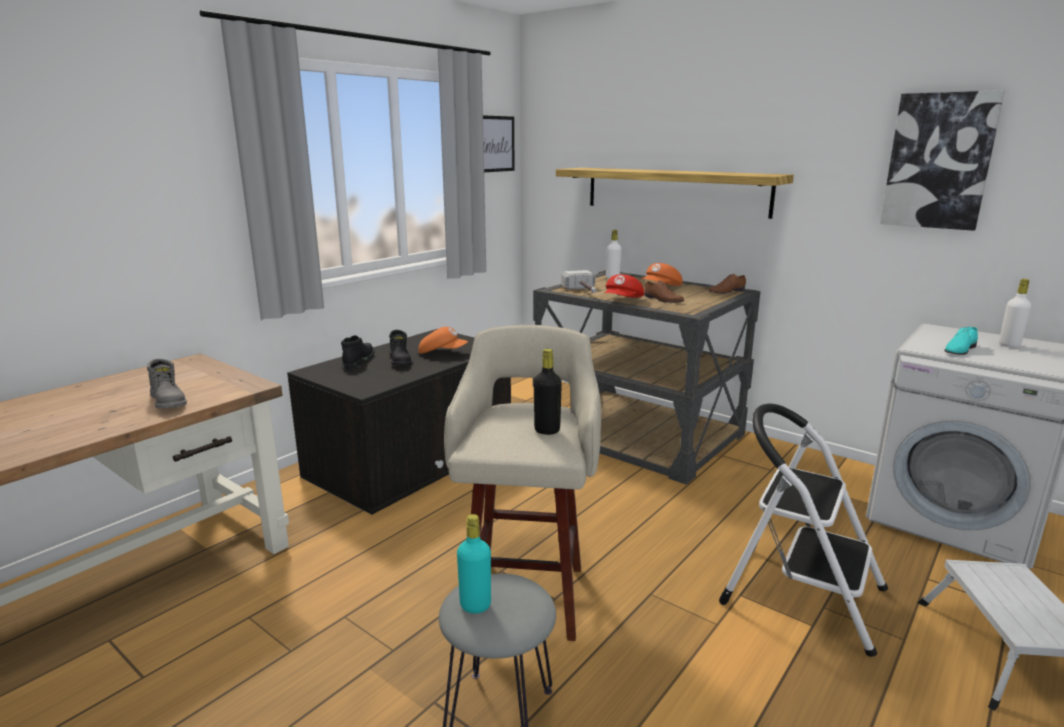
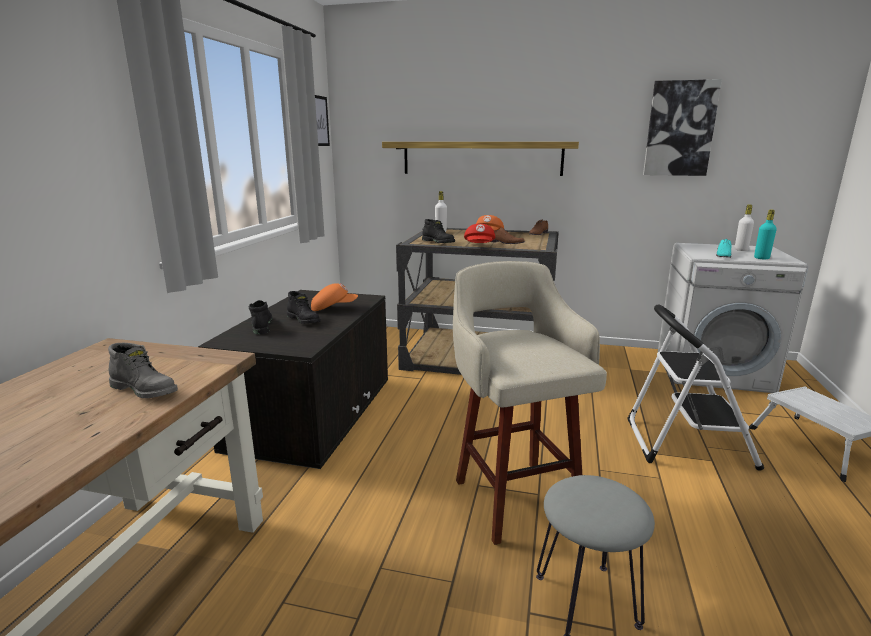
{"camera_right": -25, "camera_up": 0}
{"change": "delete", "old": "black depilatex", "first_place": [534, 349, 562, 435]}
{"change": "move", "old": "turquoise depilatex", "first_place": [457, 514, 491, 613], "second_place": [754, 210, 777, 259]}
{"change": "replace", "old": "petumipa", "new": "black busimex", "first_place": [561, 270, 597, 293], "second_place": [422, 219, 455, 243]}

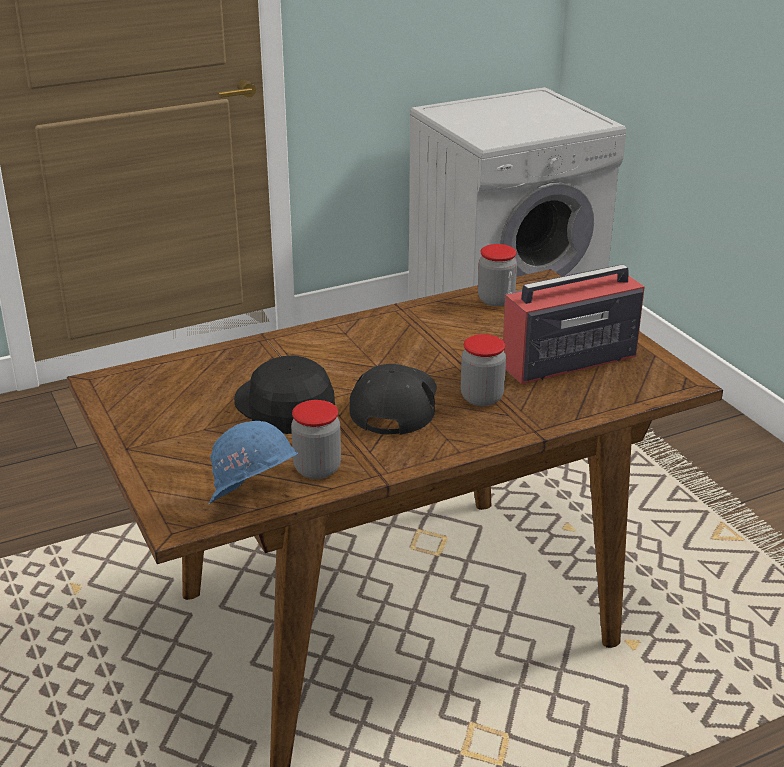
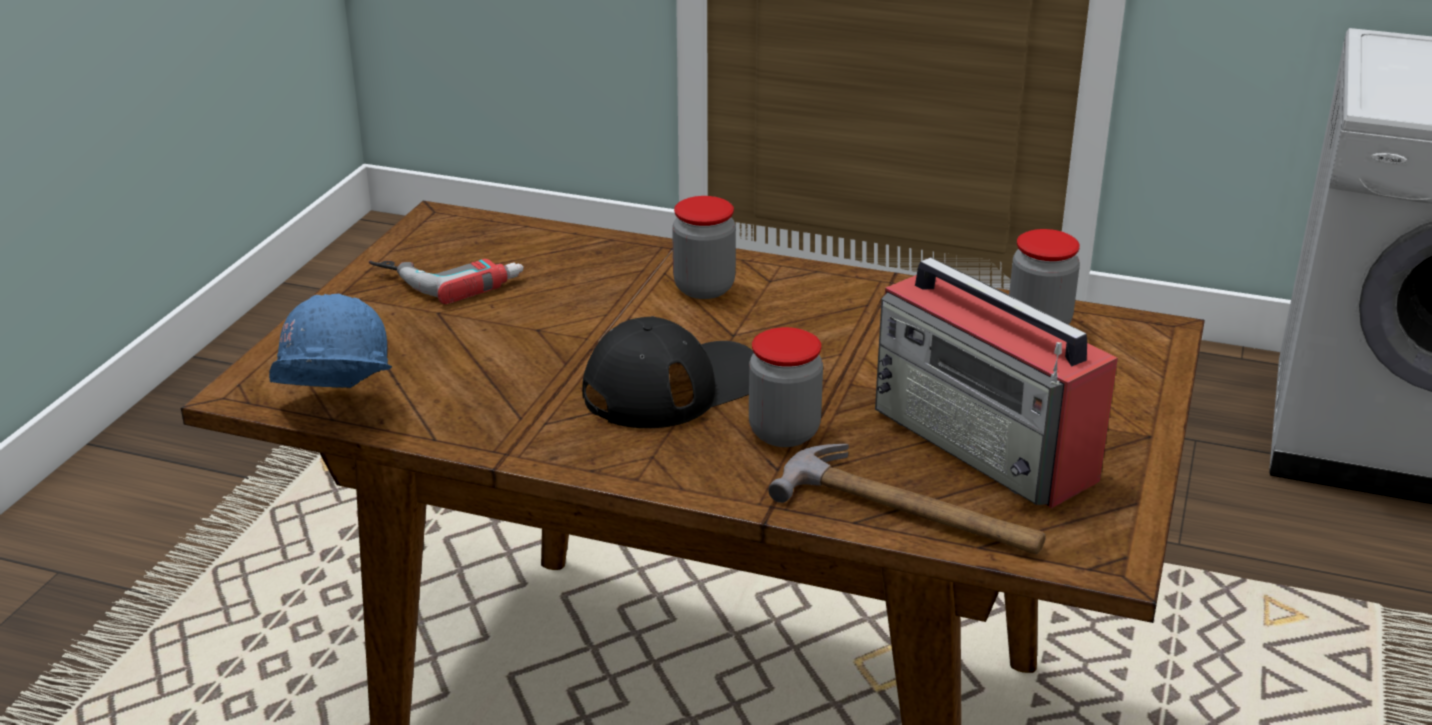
{"camera_right": 45, "camera_up": 0}
{"change": "delete", "old": "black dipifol", "first_place": [234, 355, 335, 434]}
{"change": "insert", "new": "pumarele", "second_place": [369, 259, 524, 304]}
{"change": "insert", "new": "petumipa", "second_place": [768, 444, 1046, 554]}
{"change": "move", "old": "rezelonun", "first_place": [291, 400, 341, 479], "second_place": [672, 196, 736, 299]}
{"change": "rotate", "old": "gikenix", "first_place": [503, 264, 645, 384], "second_place": [875, 257, 1118, 509], "degrees": -150}

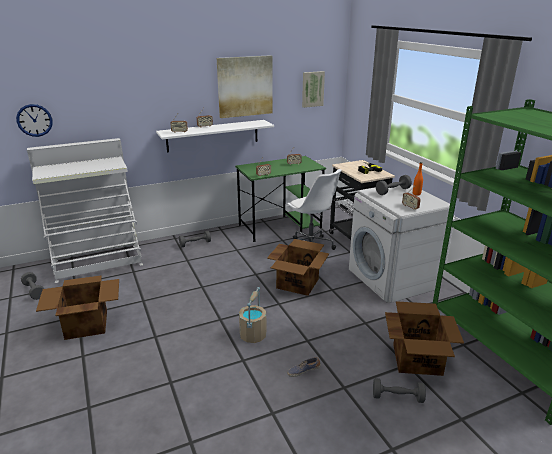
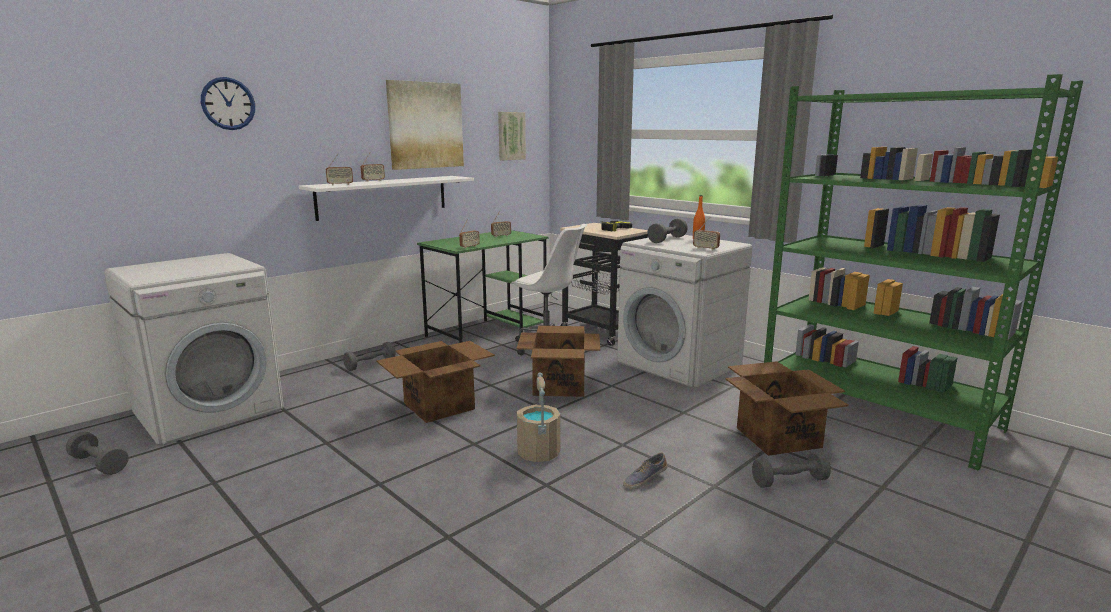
{"camera_right": -20, "camera_up": -10}
{"change": "move", "old": "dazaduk", "first_place": [16, 104, 53, 137], "second_place": [201, 77, 255, 130]}
{"change": "move", "old": "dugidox", "first_place": [36, 275, 119, 340], "second_place": [376, 341, 495, 423]}
{"change": "replace", "old": "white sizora", "new": "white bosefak", "first_place": [27, 138, 143, 283], "second_place": [104, 253, 284, 445]}

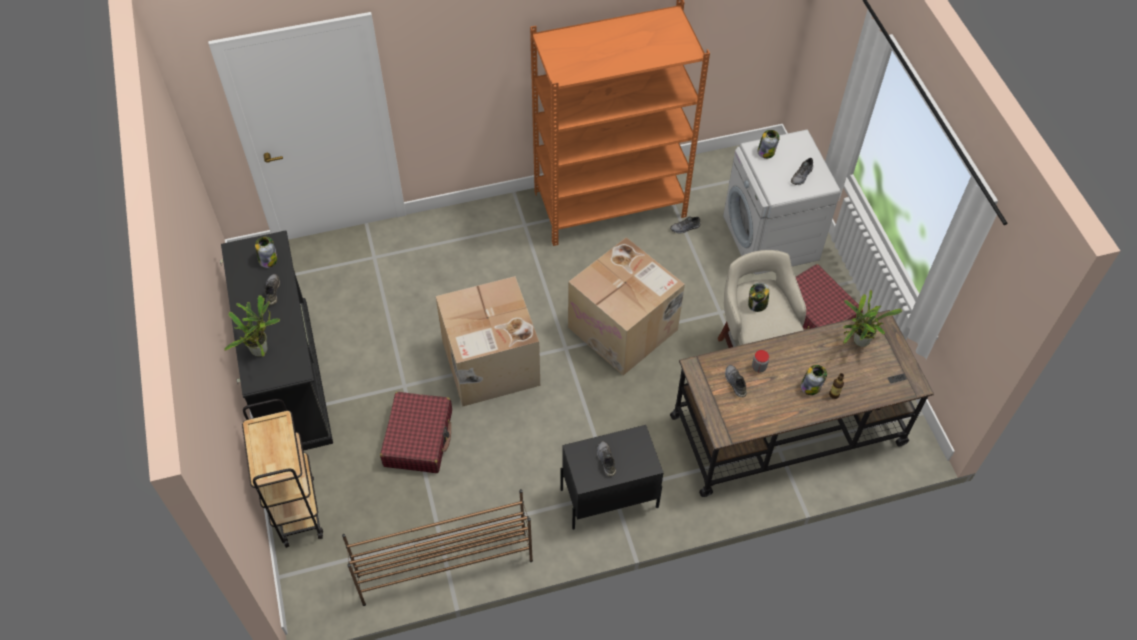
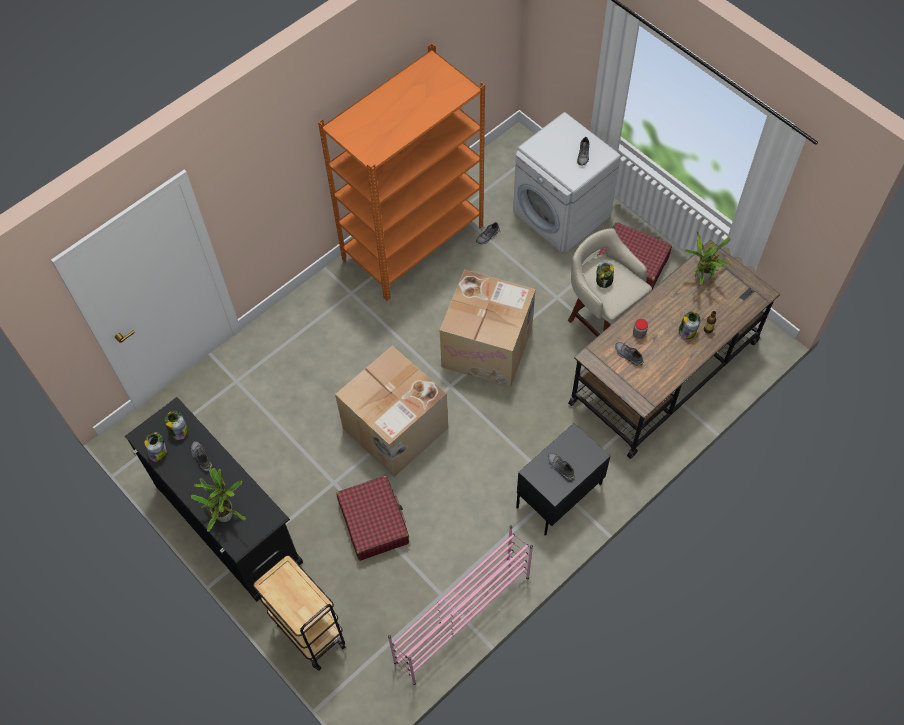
{"camera_right": -25, "camera_up": 5}
{"change": "move", "old": "rezelonun", "first_place": [757, 130, 780, 159], "second_place": [145, 432, 167, 462]}
{"change": "recolor", "old": "brown sizora", "new": "pink sizora", "first_place": [342, 489, 533, 606], "second_place": [388, 525, 533, 685]}

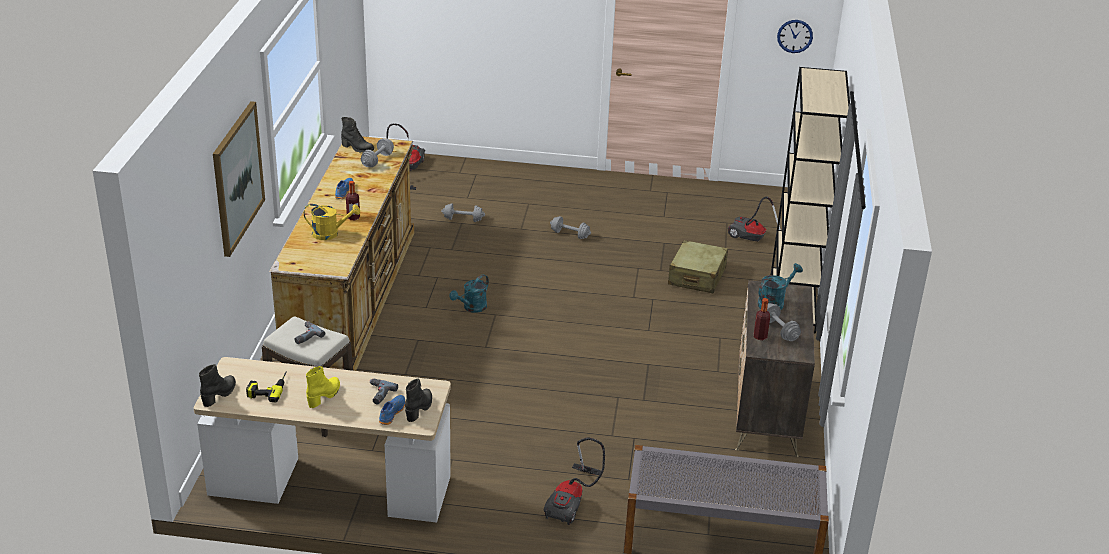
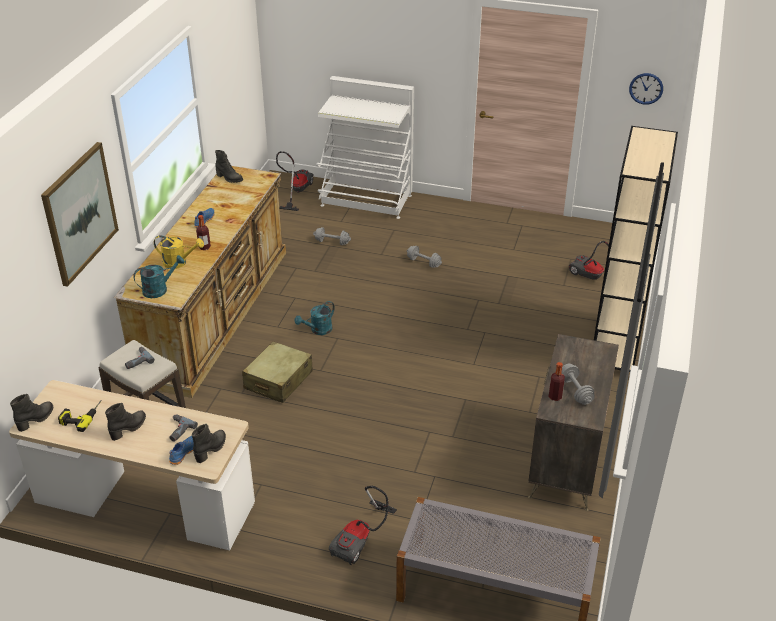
{"camera_right": 10, "camera_up": 5}
{"change": "delete", "old": "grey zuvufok", "first_place": [361, 139, 394, 167]}
{"change": "insert", "new": "white sizora", "second_place": [316, 76, 414, 219]}
{"change": "move", "old": "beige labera", "first_place": [668, 240, 728, 293], "second_place": [242, 341, 313, 403]}
{"change": "move", "old": "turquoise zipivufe", "first_place": [758, 263, 803, 310], "second_place": [133, 255, 185, 298]}
{"change": "recolor", "old": "yellow busimex", "new": "black busimex", "first_place": [306, 366, 340, 408], "second_place": [105, 403, 146, 441]}

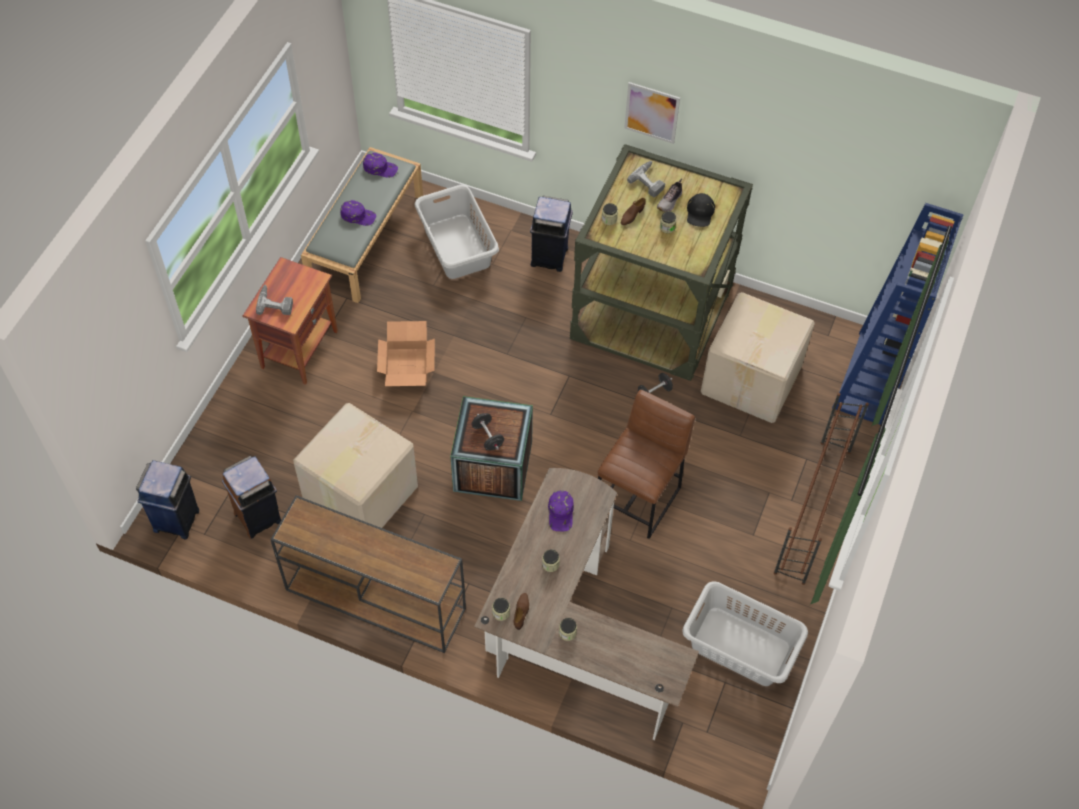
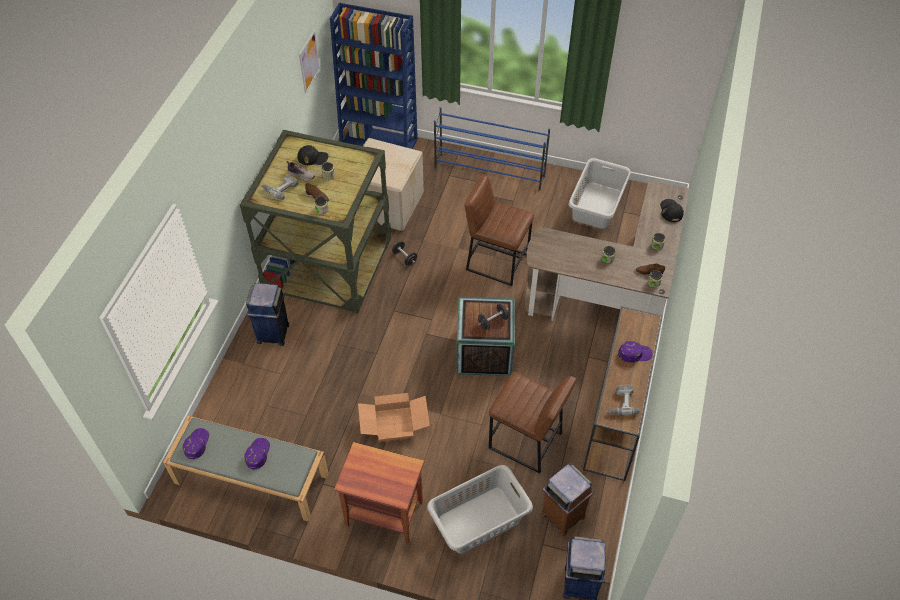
{"camera_right": -95, "camera_up": -5}
{"change": "insert", "new": "black dipifol", "second_place": [660, 199, 684, 222]}
{"change": "move", "old": "pumarele", "first_place": [256, 285, 293, 315], "second_place": [606, 385, 639, 415]}
{"change": "move", "old": "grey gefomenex", "first_place": [414, 185, 499, 279], "second_place": [427, 465, 533, 554]}
{"change": "move", "old": "purple dipifol", "first_place": [548, 490, 574, 532], "second_place": [618, 341, 653, 363]}
{"change": "move", "old": "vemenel", "first_place": [624, 82, 680, 144], "second_place": [299, 30, 320, 93]}
{"change": "replace", "old": "dugidox", "new": "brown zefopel", "first_place": [293, 403, 418, 528], "second_place": [489, 372, 576, 473]}
{"change": "recolor", "old": "brown sizora", "new": "blue sizora", "first_place": [774, 393, 869, 585], "second_place": [434, 107, 550, 191]}

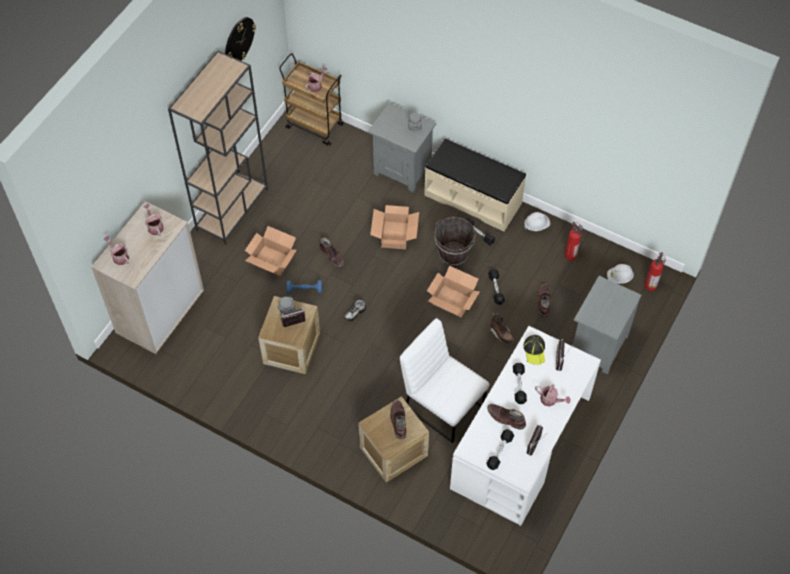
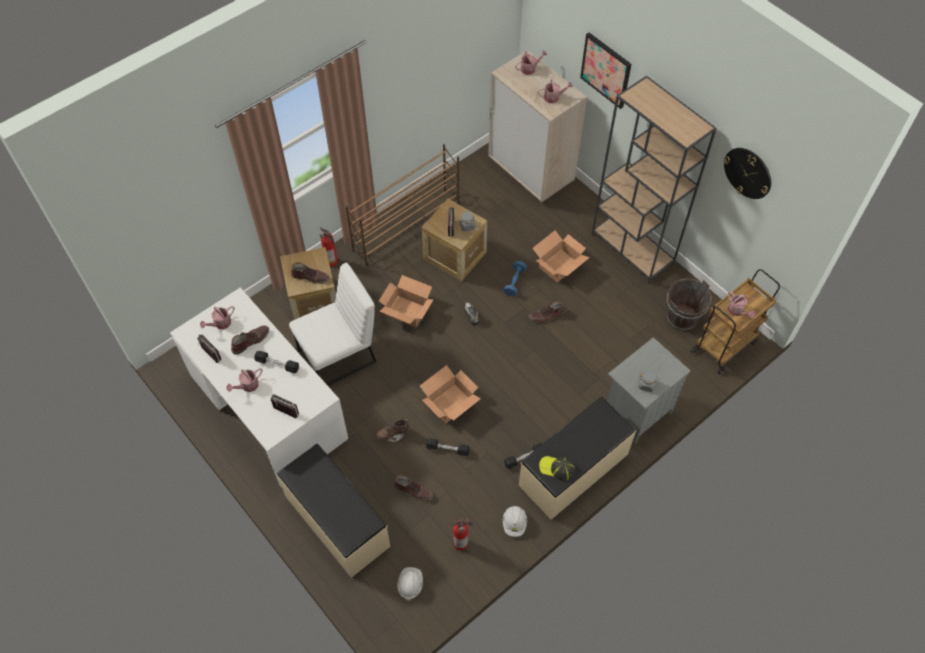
{"camera_right": 110, "camera_up": 0}
{"change": "insert", "new": "brown sizora", "second_place": [346, 144, 460, 265]}
{"change": "insert", "new": "vemenel", "second_place": [580, 33, 631, 109]}
{"change": "move", "old": "dugidox", "first_place": [370, 205, 419, 249], "second_place": [379, 275, 433, 327]}
{"change": "move", "old": "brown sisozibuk", "first_place": [434, 217, 476, 266], "second_place": [667, 278, 712, 330]}
{"change": "move", "old": "dipifol", "first_place": [523, 335, 545, 365], "second_place": [539, 456, 575, 481]}
{"change": "move", "old": "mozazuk", "first_place": [645, 252, 666, 291], "second_place": [320, 228, 338, 267]}
{"change": "replace", "old": "black zuvufok", "new": "zipivufe", "first_place": [486, 429, 514, 470], "second_place": [200, 306, 235, 329]}
{"change": "replace", "old": "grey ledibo", "new": "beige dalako", "first_place": [573, 276, 641, 375], "second_place": [277, 444, 390, 578]}

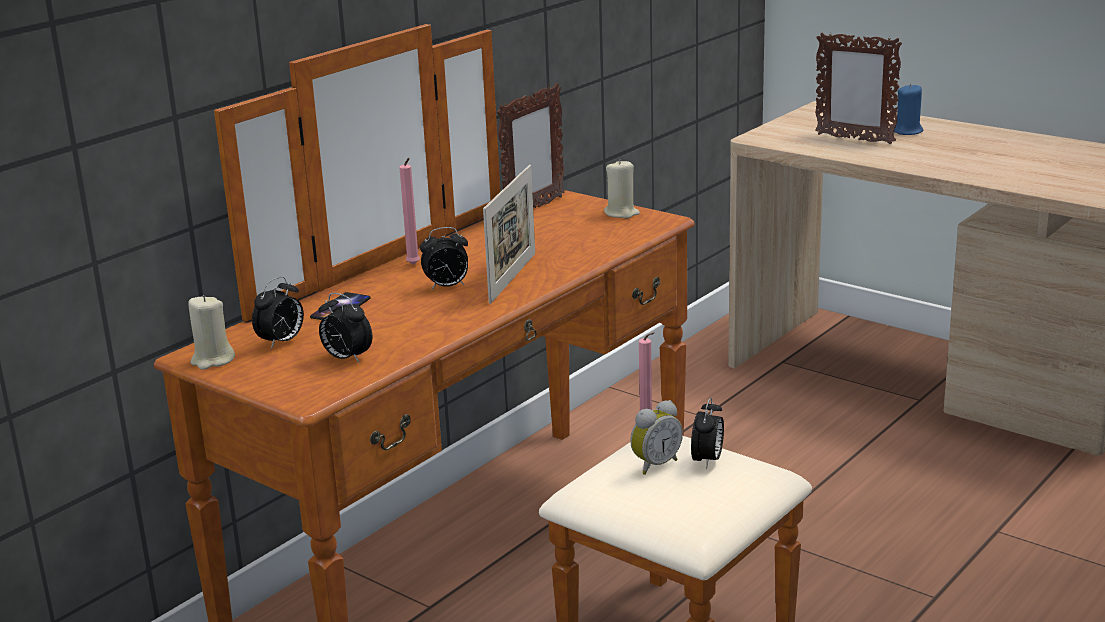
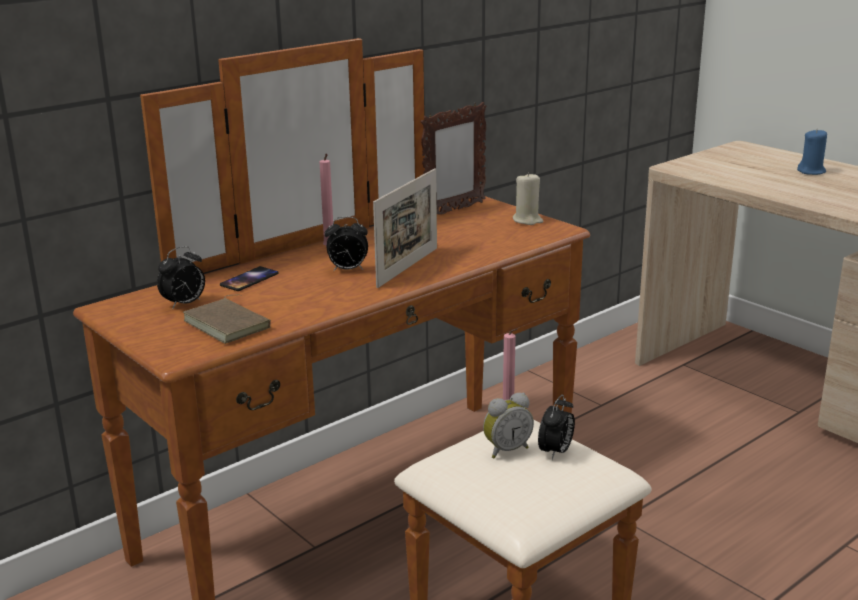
{"camera_right": 10, "camera_up": 0}
{"change": "delete", "old": "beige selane", "first_place": [188, 295, 235, 370]}
{"change": "delete", "old": "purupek", "first_place": [815, 33, 902, 144]}
{"change": "replace", "old": "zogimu", "new": "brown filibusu", "first_place": [318, 293, 372, 364], "second_place": [183, 295, 271, 344]}

